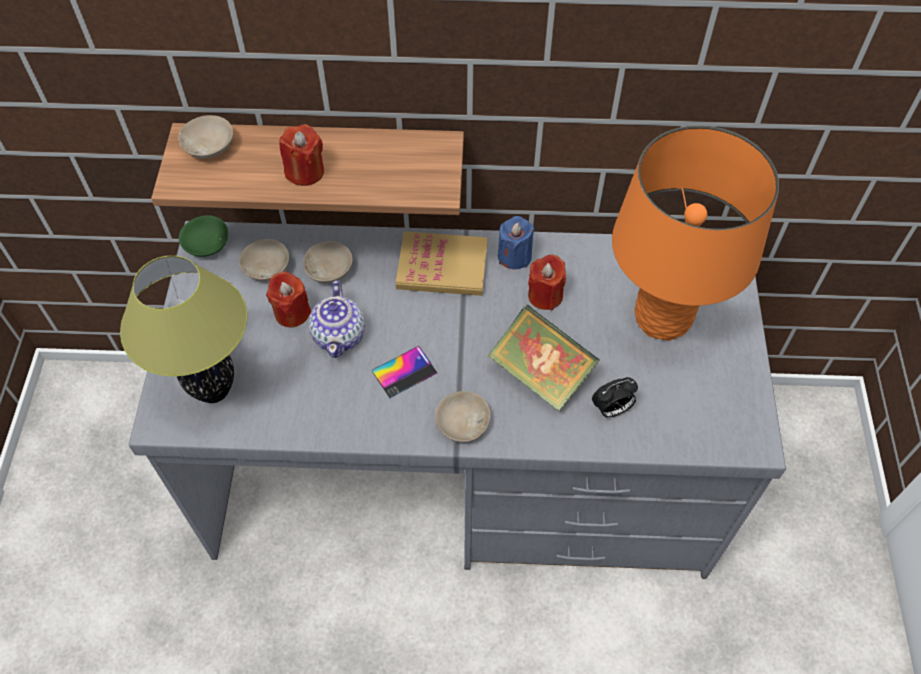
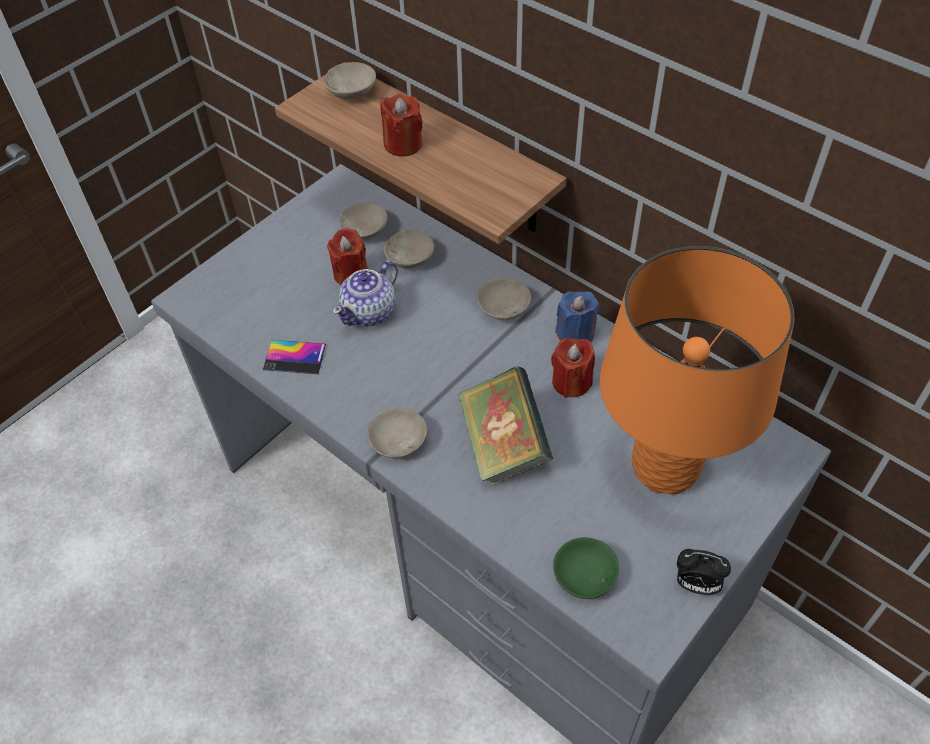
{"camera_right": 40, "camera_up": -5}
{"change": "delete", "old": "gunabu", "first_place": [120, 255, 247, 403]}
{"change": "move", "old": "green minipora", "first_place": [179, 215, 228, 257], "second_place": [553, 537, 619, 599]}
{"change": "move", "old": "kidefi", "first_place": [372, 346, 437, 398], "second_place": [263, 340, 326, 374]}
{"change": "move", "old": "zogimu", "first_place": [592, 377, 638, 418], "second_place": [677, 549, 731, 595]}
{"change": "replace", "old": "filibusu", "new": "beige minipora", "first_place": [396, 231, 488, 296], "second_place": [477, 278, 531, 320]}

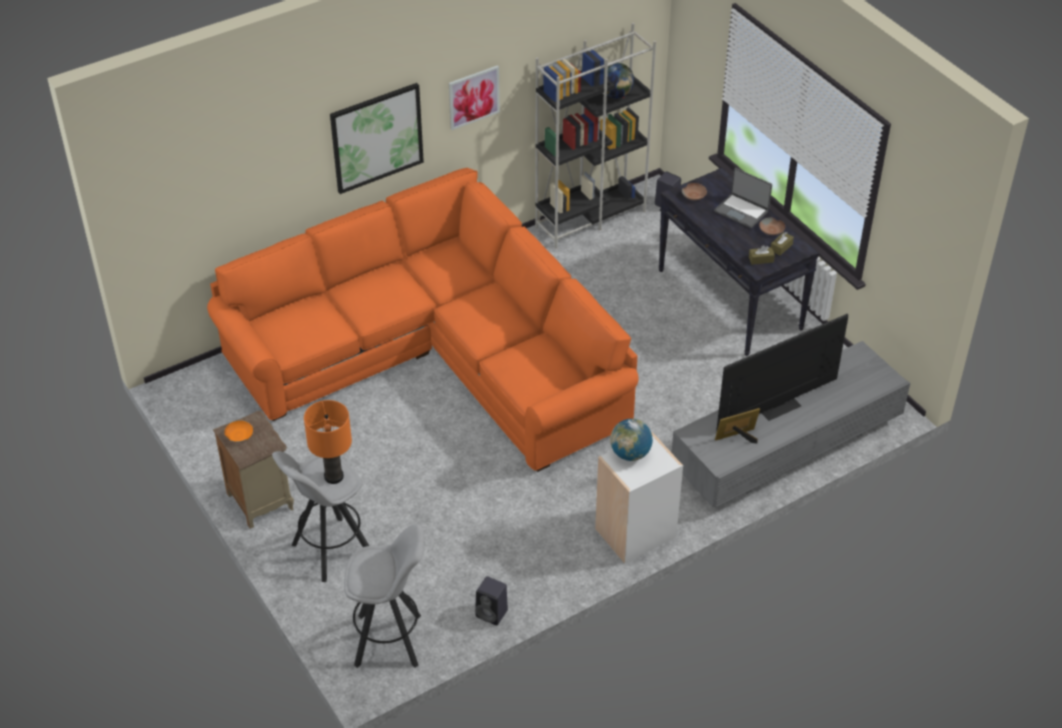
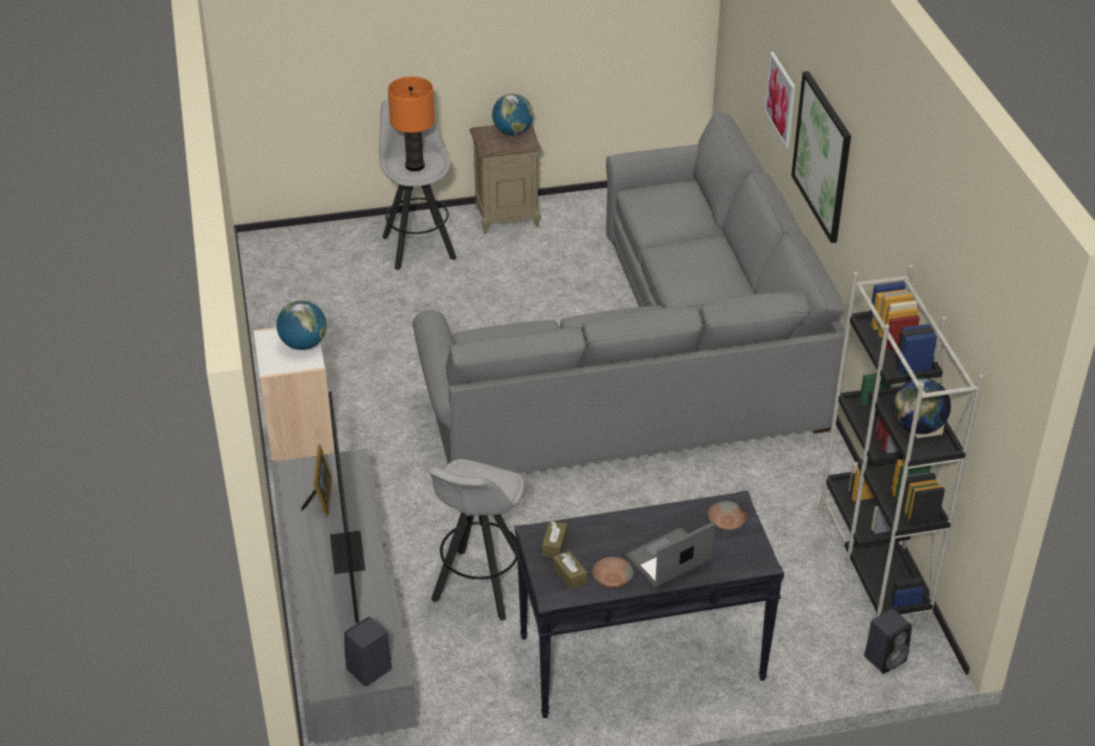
{"camera_right": 110, "camera_up": -5}
{"change": "move", "old": "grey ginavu", "first_place": [344, 524, 424, 668], "second_place": [428, 459, 524, 621]}
{"change": "move", "old": "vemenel", "first_place": [449, 65, 500, 130], "second_place": [764, 52, 796, 148]}
{"change": "move", "old": "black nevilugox", "first_place": [475, 576, 508, 625], "second_place": [344, 617, 392, 686]}
{"change": "replace", "old": "orange minipora", "new": "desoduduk", "first_place": [224, 421, 253, 443], "second_place": [492, 94, 534, 136]}
{"change": "recolor", "old": "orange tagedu", "new": "grey tagedu", "first_place": [207, 168, 639, 472], "second_place": [412, 111, 848, 474]}

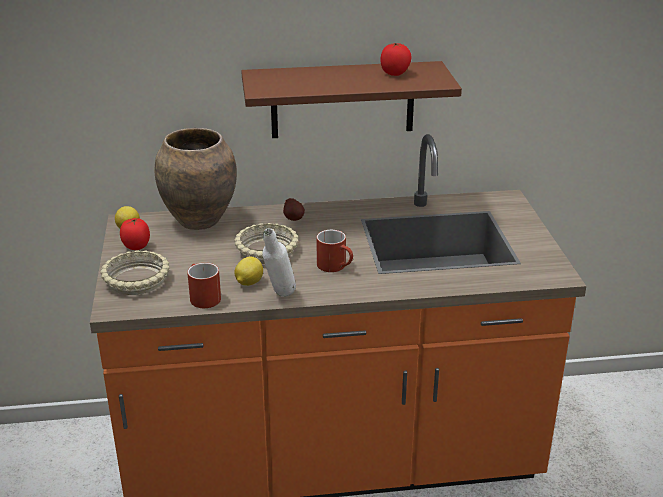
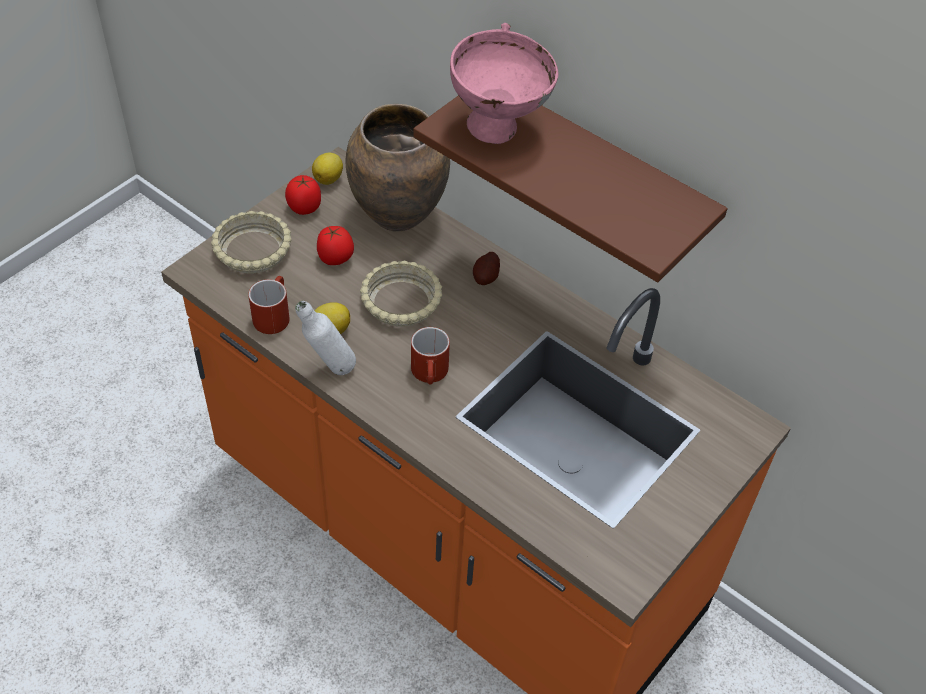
{"camera_right": 45, "camera_up": 20}
{"change": "insert", "new": "pink minipora", "second_place": [450, 23, 558, 144]}
{"change": "move", "old": "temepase", "first_place": [380, 43, 412, 76], "second_place": [317, 226, 354, 265]}

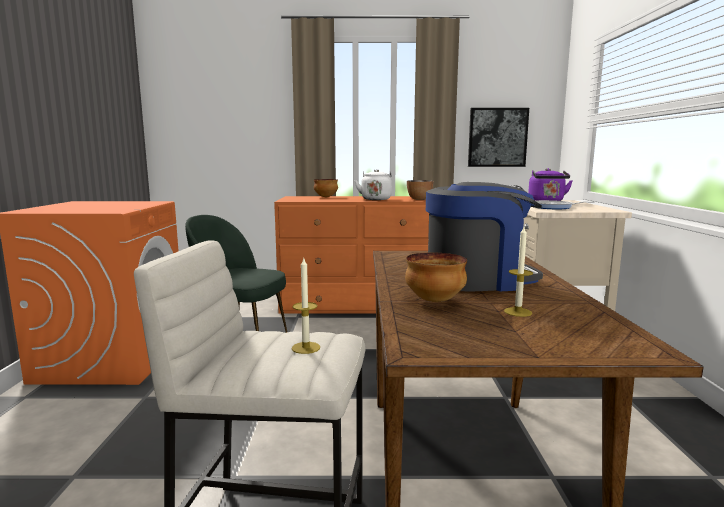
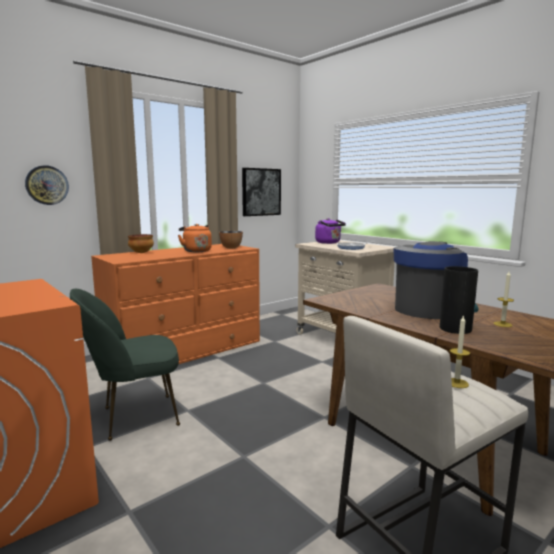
{"camera_right": -40, "camera_up": 0}
{"change": "insert", "new": "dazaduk", "second_place": [25, 165, 69, 205]}
{"change": "replace", "old": "minipora", "new": "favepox", "first_place": [405, 253, 467, 302], "second_place": [440, 266, 478, 334]}
{"change": "recolor", "old": "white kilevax", "new": "orange kilevax", "first_place": [355, 169, 392, 200], "second_place": [178, 224, 212, 252]}

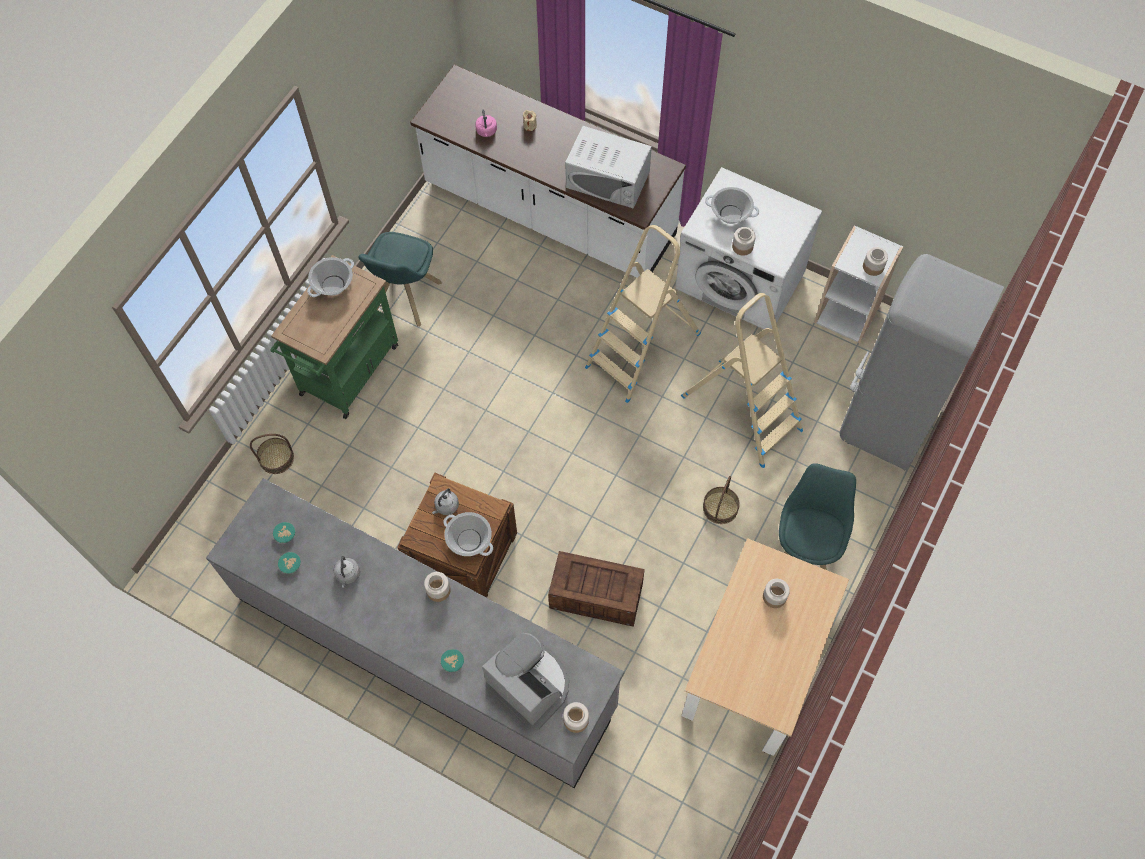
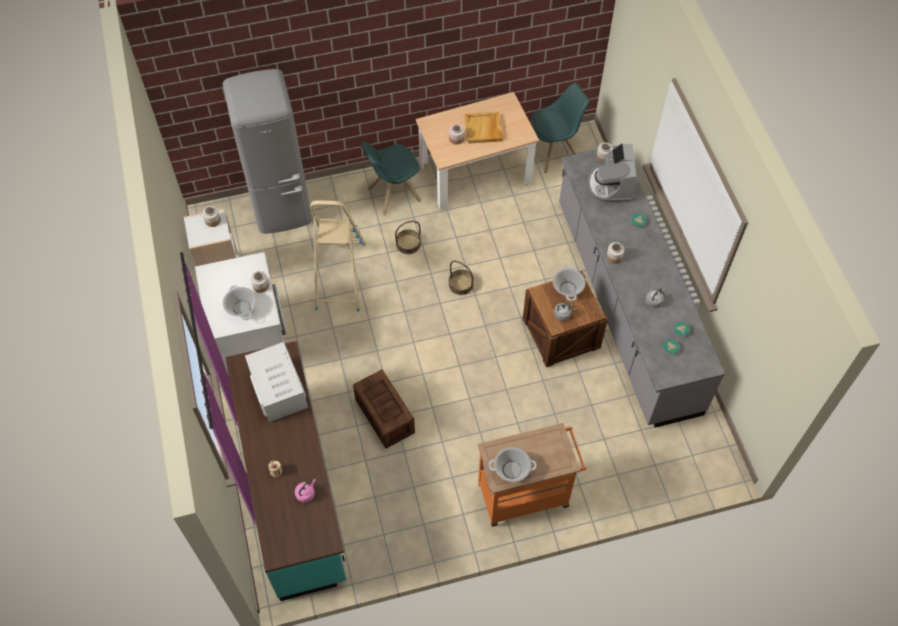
{"camera_right": -135, "camera_up": -5}
{"change": "delete", "old": "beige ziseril", "first_place": [585, 225, 701, 403]}
{"change": "insert", "new": "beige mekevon", "second_place": [465, 112, 503, 144]}
{"change": "move", "old": "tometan", "first_place": [250, 434, 294, 474], "second_place": [449, 261, 474, 295]}
{"change": "move", "old": "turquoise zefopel", "first_place": [358, 232, 442, 326], "second_place": [531, 83, 590, 173]}
{"change": "move", "old": "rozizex", "first_place": [548, 551, 645, 627], "second_place": [353, 369, 415, 449]}
{"change": "recolor", "old": "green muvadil", "new": "orange muvadil", "first_place": [270, 255, 398, 419], "second_place": [478, 423, 587, 527]}
{"change": "recolor", "old": "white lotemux", "new": "turquoise lotemux", "first_place": [410, 65, 686, 278], "second_place": [225, 341, 346, 601]}

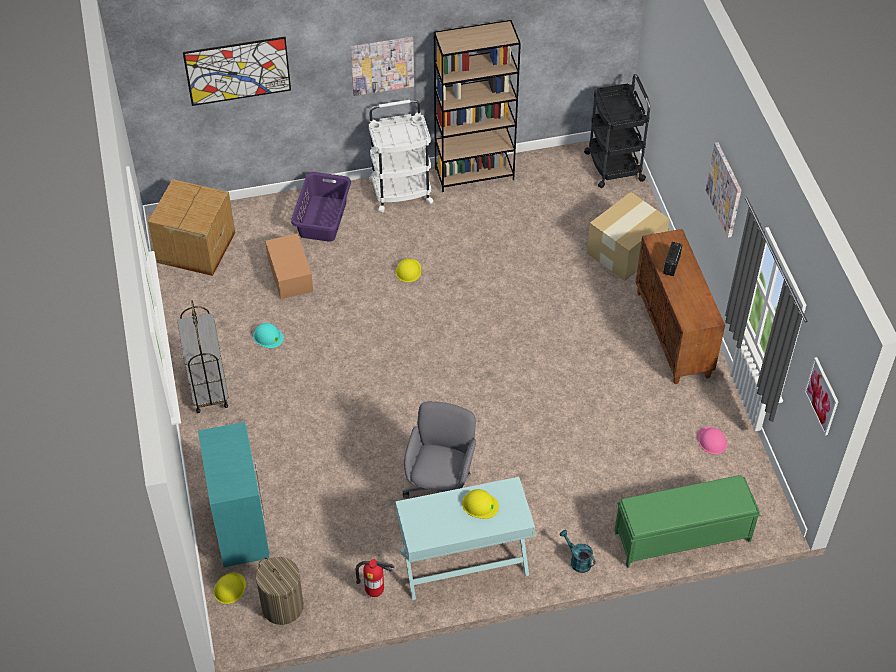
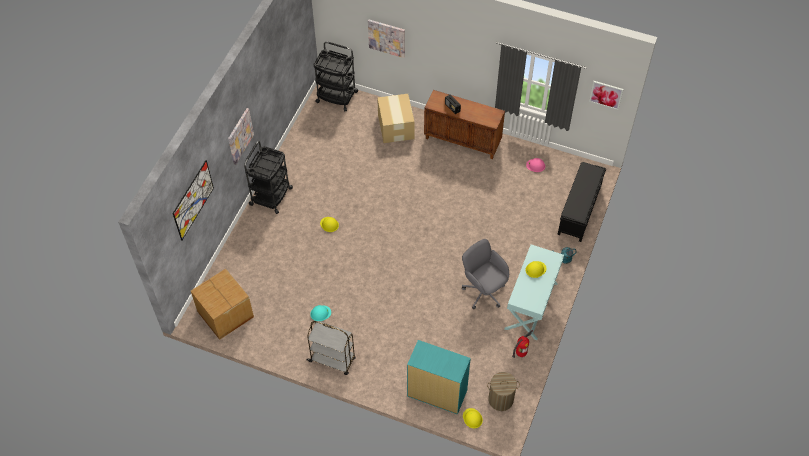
{"camera_right": -55, "camera_up": 5}
{"change": "delete", "old": "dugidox", "first_place": [265, 233, 313, 299]}
{"change": "delete", "old": "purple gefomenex", "first_place": [291, 172, 351, 242]}
{"change": "delete", "old": "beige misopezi", "first_place": [434, 20, 521, 192]}
{"change": "move", "old": "vemenel", "first_place": [706, 142, 741, 238], "second_place": [368, 20, 405, 58]}
{"change": "recolor", "old": "white muvadil", "new": "black muvadil", "first_place": [369, 100, 433, 213], "second_place": [244, 141, 293, 214]}
{"change": "recolor", "old": "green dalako", "new": "black dalako", "first_place": [614, 475, 760, 568], "second_place": [557, 162, 606, 242]}

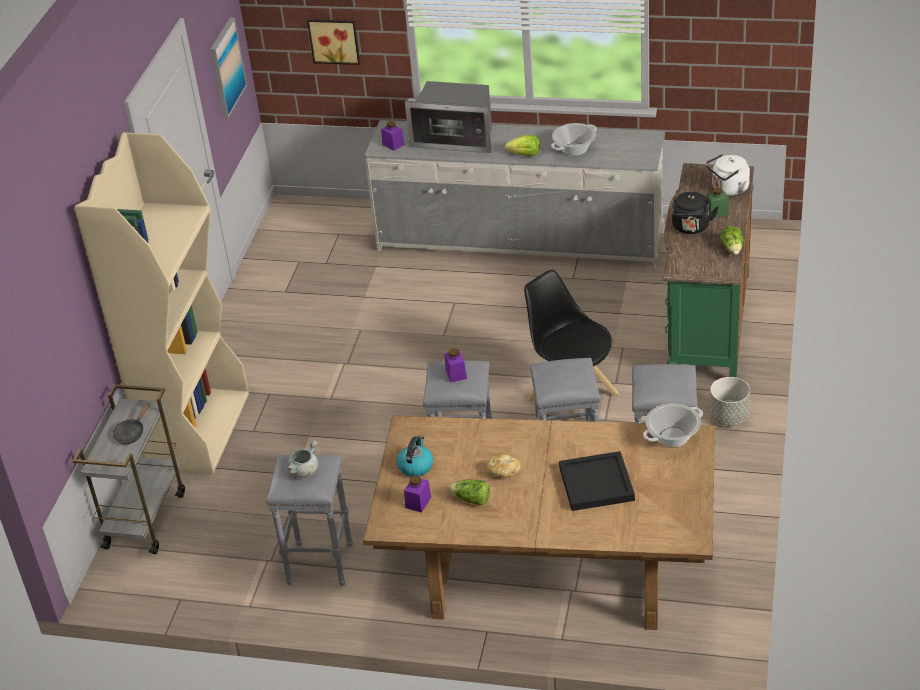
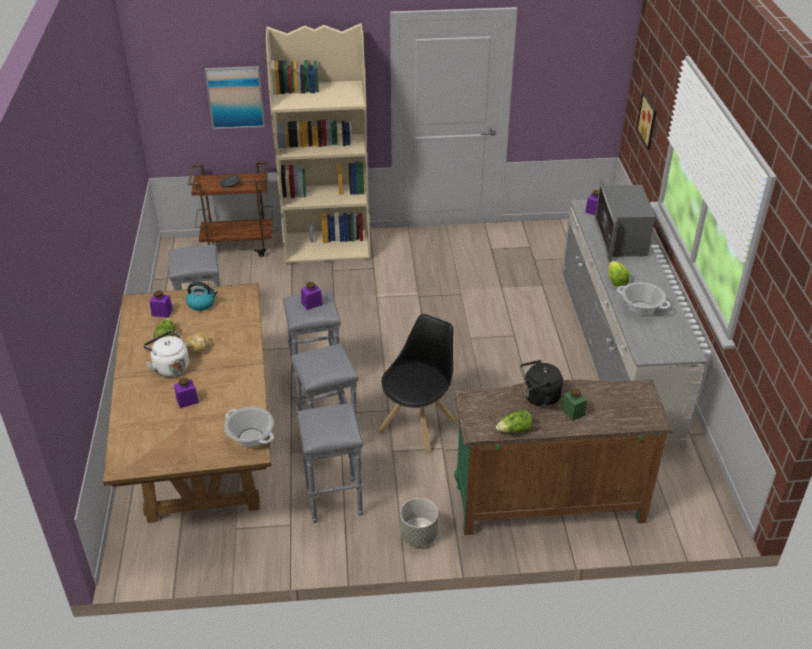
{"camera_right": 70, "camera_up": 0}
{"change": "delete", "old": "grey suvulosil", "first_place": [287, 440, 318, 478]}
{"change": "move", "old": "vemenel", "first_place": [210, 17, 247, 118], "second_place": [205, 66, 265, 129]}
{"change": "move", "old": "white kilevax", "first_place": [705, 153, 750, 196], "second_place": [143, 331, 189, 377]}
{"change": "replace", "old": "black mekevon", "new": "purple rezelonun", "first_place": [559, 451, 635, 511], "second_place": [174, 378, 199, 408]}
{"change": "recolor", "old": "grey muvadil", "new": "brown muvadil", "first_place": [73, 384, 185, 554], "second_place": [188, 161, 273, 257]}

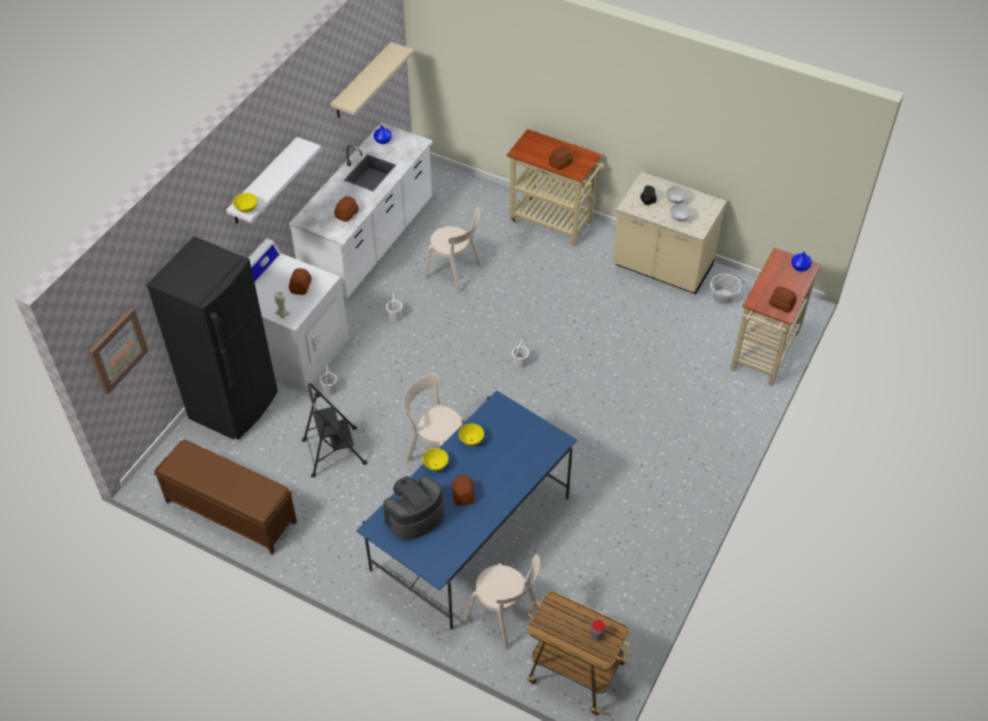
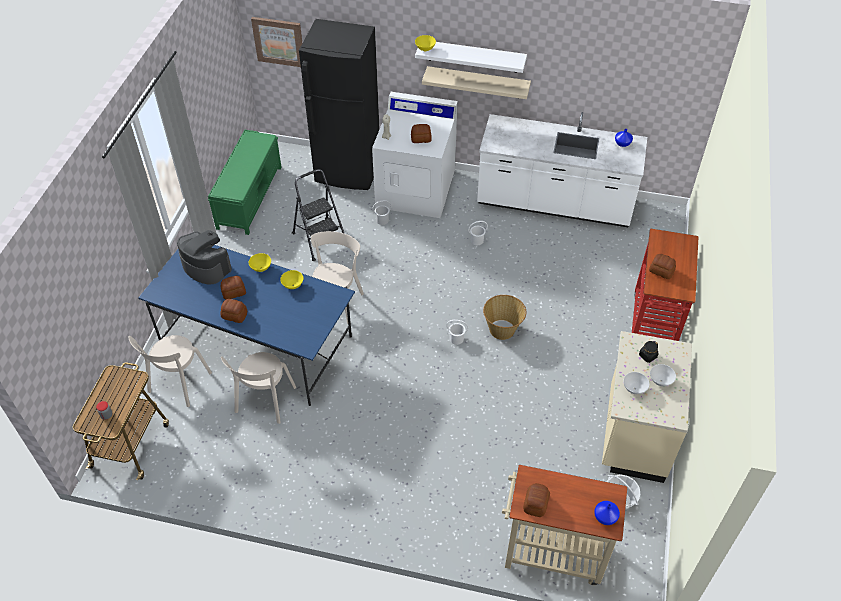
{"camera_right": 75, "camera_up": 0}
{"change": "insert", "new": "tometan", "second_place": [483, 295, 526, 340]}
{"change": "move", "old": "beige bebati", "first_place": [331, 42, 414, 118], "second_place": [422, 66, 531, 99]}
{"change": "move", "old": "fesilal", "first_place": [334, 196, 359, 222], "second_place": [220, 299, 247, 323]}
{"change": "move", "old": "beige zefopel", "first_place": [424, 207, 482, 294], "second_place": [221, 352, 296, 424]}
{"change": "recolor", "old": "brown dalako", "new": "green dalako", "first_place": [154, 439, 297, 555], "second_place": [208, 130, 282, 235]}
{"change": "recolor", "old": "beige muvadil", "new": "red muvadil", "first_place": [507, 129, 604, 246], "second_place": [632, 229, 698, 341]}

